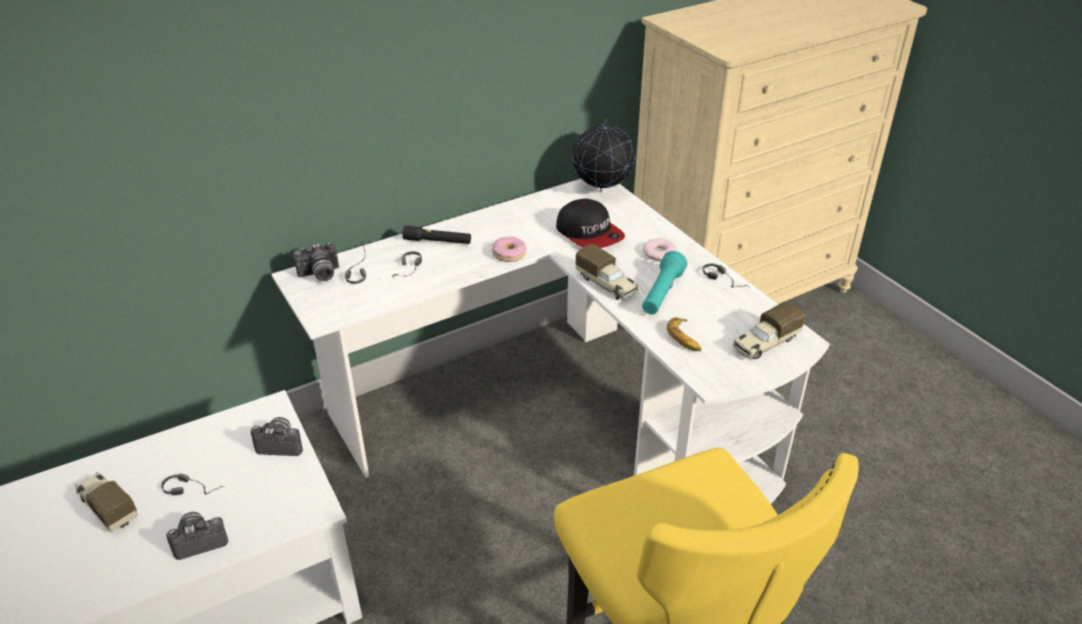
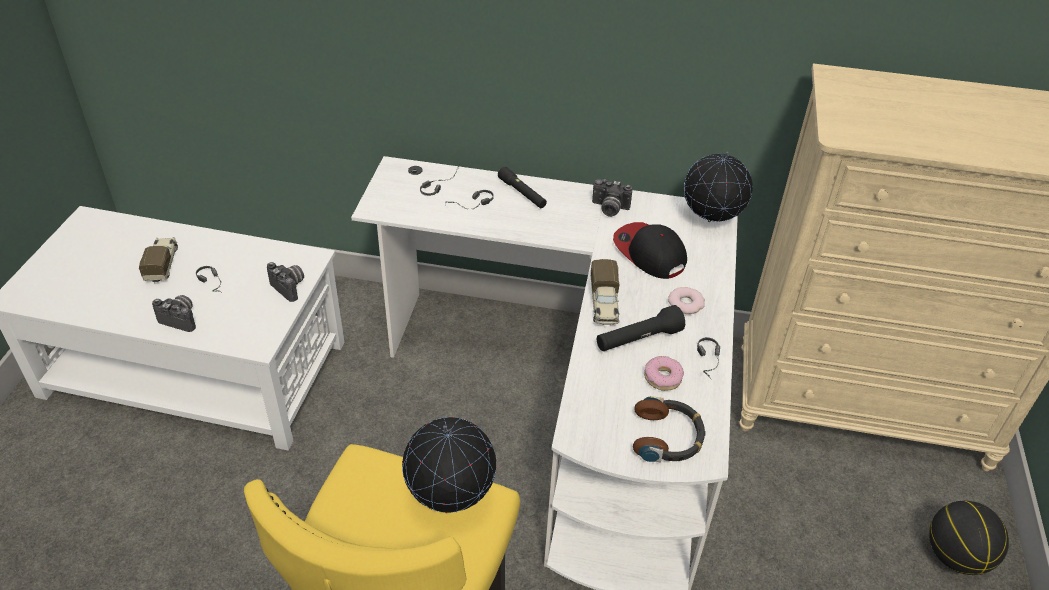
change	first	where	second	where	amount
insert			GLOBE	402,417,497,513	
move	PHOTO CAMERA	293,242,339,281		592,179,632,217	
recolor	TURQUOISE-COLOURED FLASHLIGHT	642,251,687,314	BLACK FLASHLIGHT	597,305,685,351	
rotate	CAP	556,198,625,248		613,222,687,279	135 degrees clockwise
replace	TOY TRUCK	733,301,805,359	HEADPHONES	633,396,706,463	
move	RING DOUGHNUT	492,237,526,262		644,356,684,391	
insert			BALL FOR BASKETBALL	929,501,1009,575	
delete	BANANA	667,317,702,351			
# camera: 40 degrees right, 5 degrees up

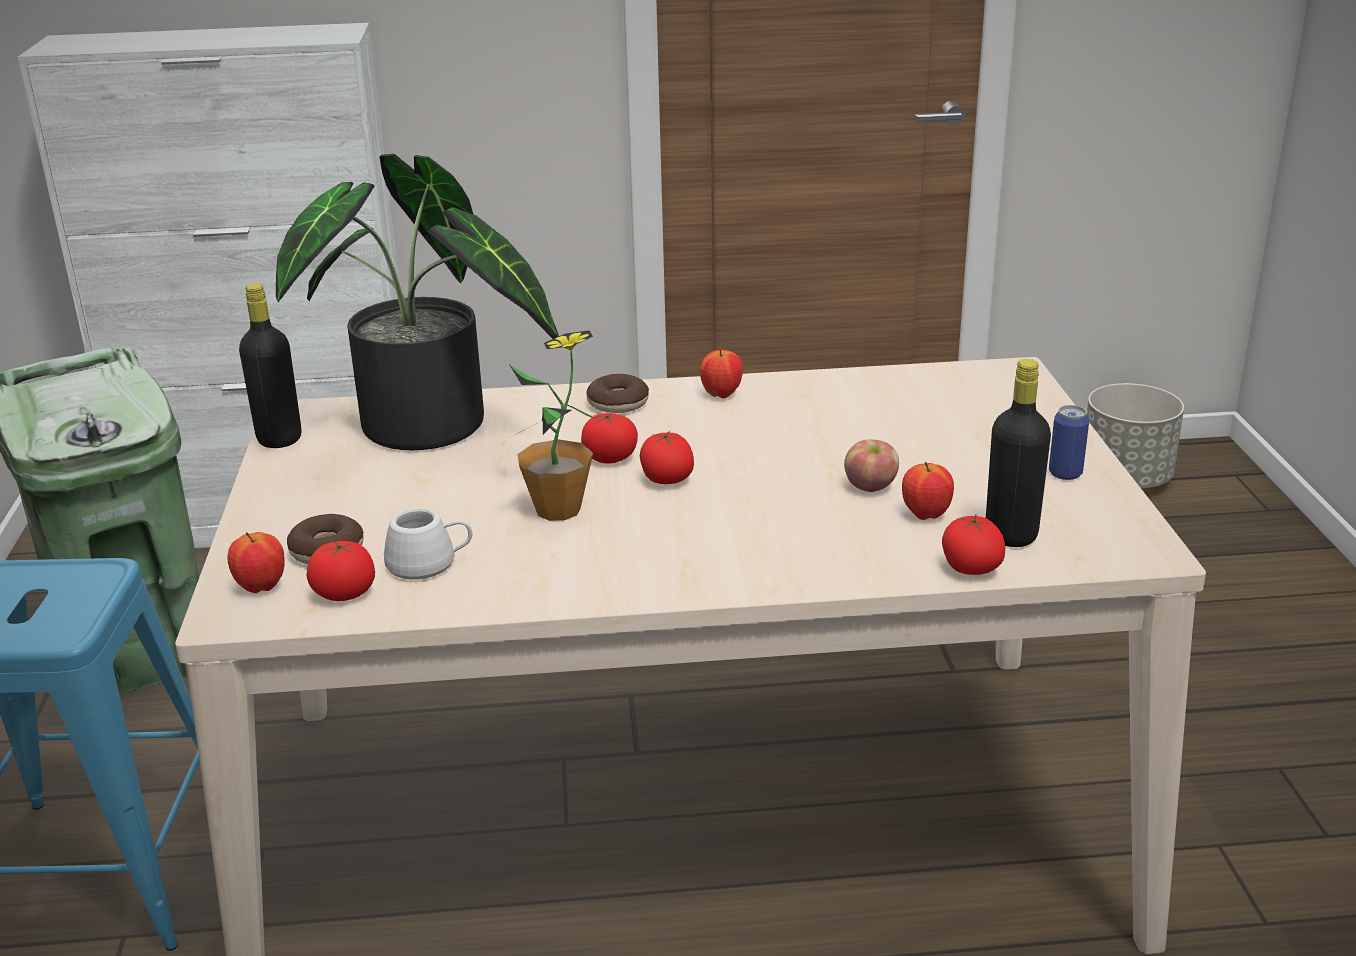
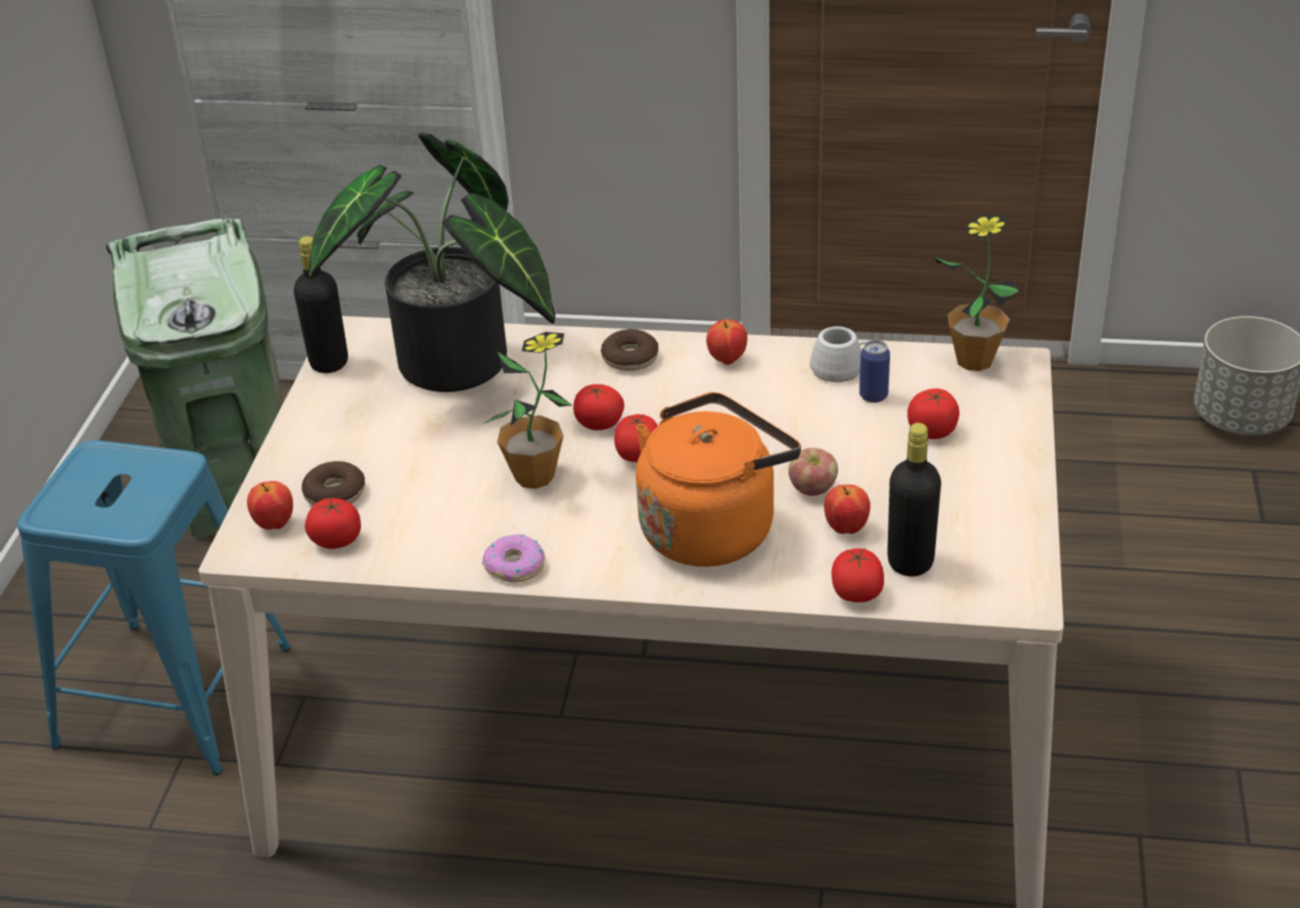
change	first	where	second	where	amount
insert			RING DOUGHNUT	482,534,545,582	
insert			ORANGE-COLOURED KETTLE	636,392,801,567	
move	WHITE COFFEE MUG	384,508,473,580		810,326,870,382	
move	CAN	1049,405,1089,480		859,340,890,403	
insert			FRESH TOMATO	907,388,960,439	
insert			HOUSEPLANT	933,213,1019,371	
# camera: 15 degrees right, 10 degrees up

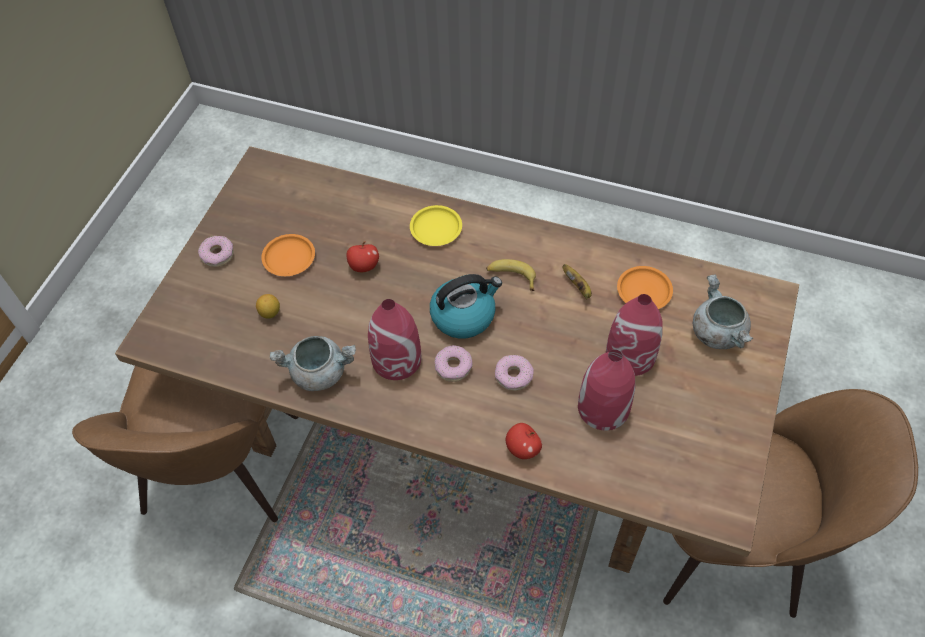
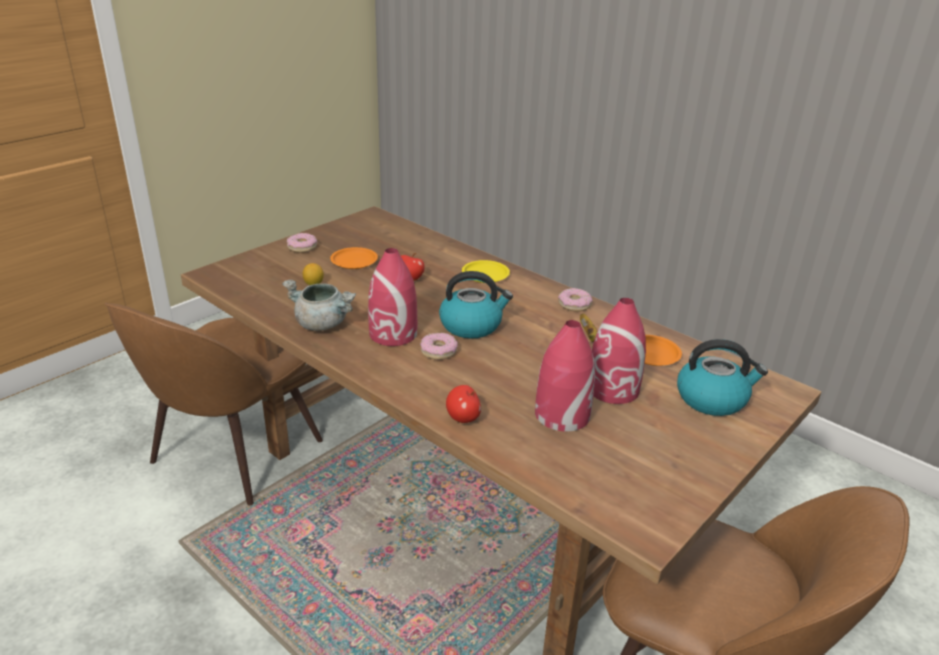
change	first	where	second	where	amount
move	RING DOUGHNUT	495,355,534,391		558,288,593,311	
replace	GREYISH STOCKPOT	693,275,754,349	KETTLE	677,339,768,416	
delete	BANANA	486,259,536,291			
# camera: 20 degrees right, 25 degrees down

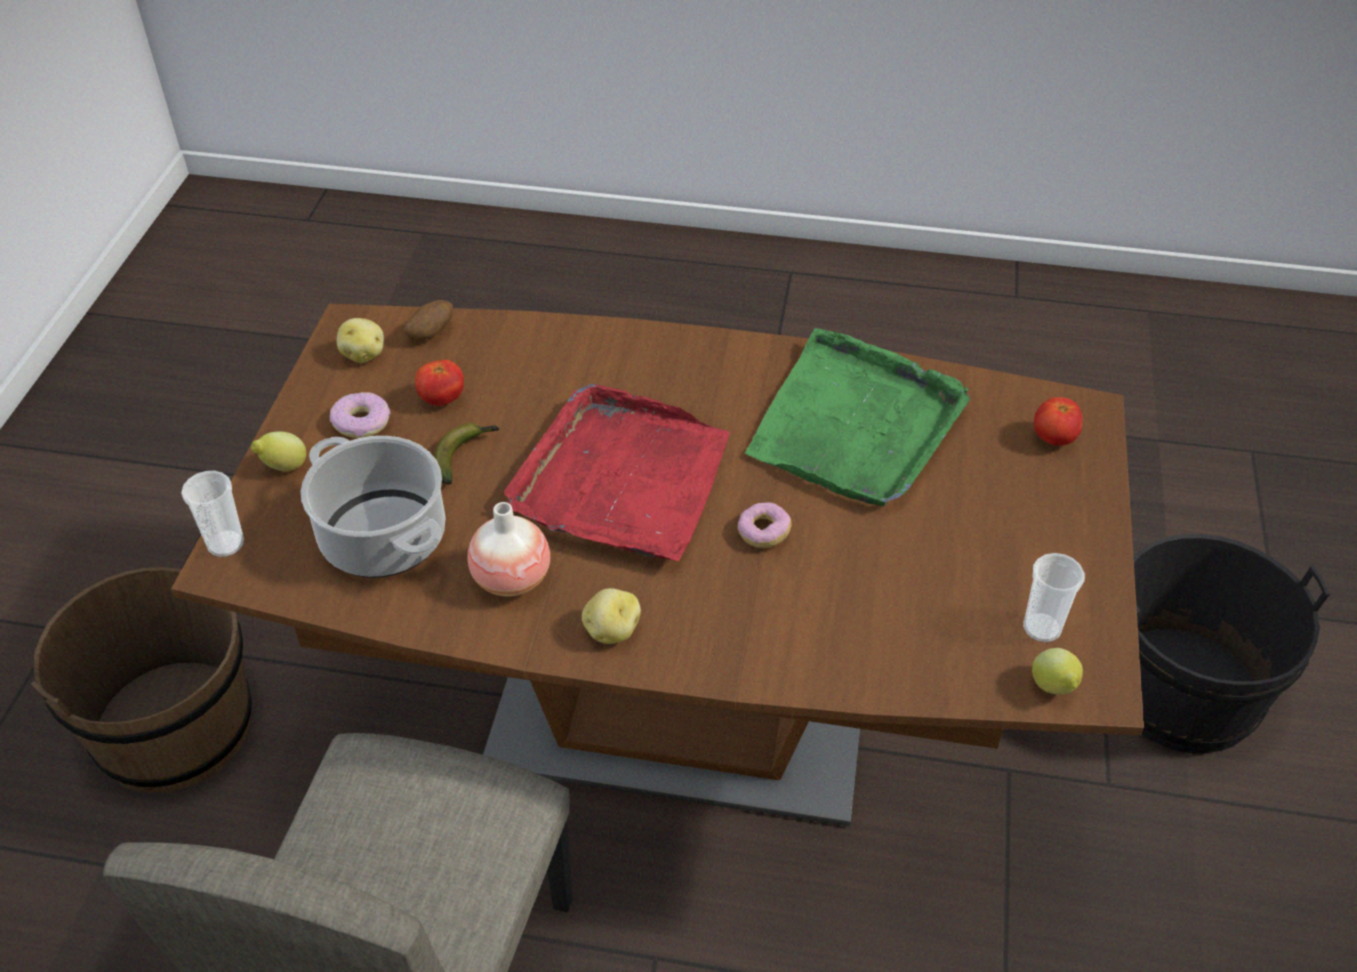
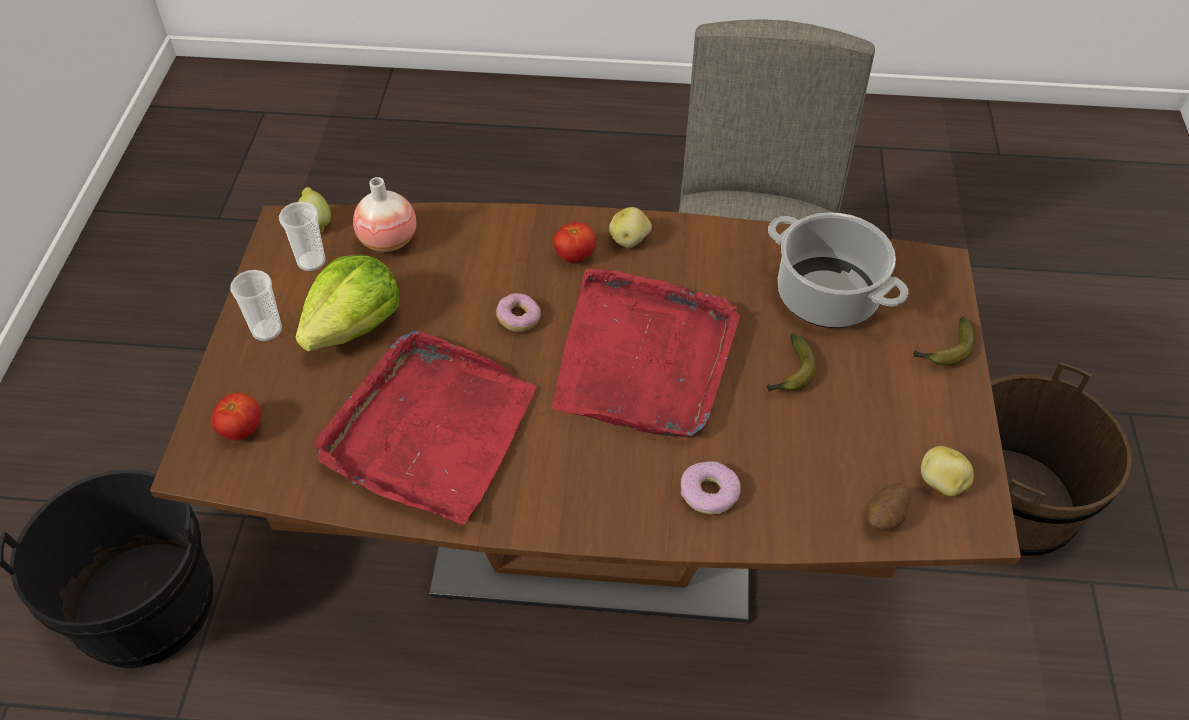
change	first	where	second	where	amount
move	CUP	181,471,244,557		230,270,282,341	
insert			LETTUCE HEAD	295,254,399,352	
recolor	GREENISH SERVING TRAY	745,328,970,506	REDDISH SERVING TRAY	314,331,537,525	
move	FLOWER VASE	467,502,550,597		353,177,416,252	
move	FRESH TOMATO	415,360,464,406		554,223,596,262	
move	RING DOUGHNUT	330,392,390,438		681,461,741,514	
replace	WHOLE LEMON	251,431,306,471	BANANA	913,317,975,366	
# camera: 175 degrees right, 5 degrees up

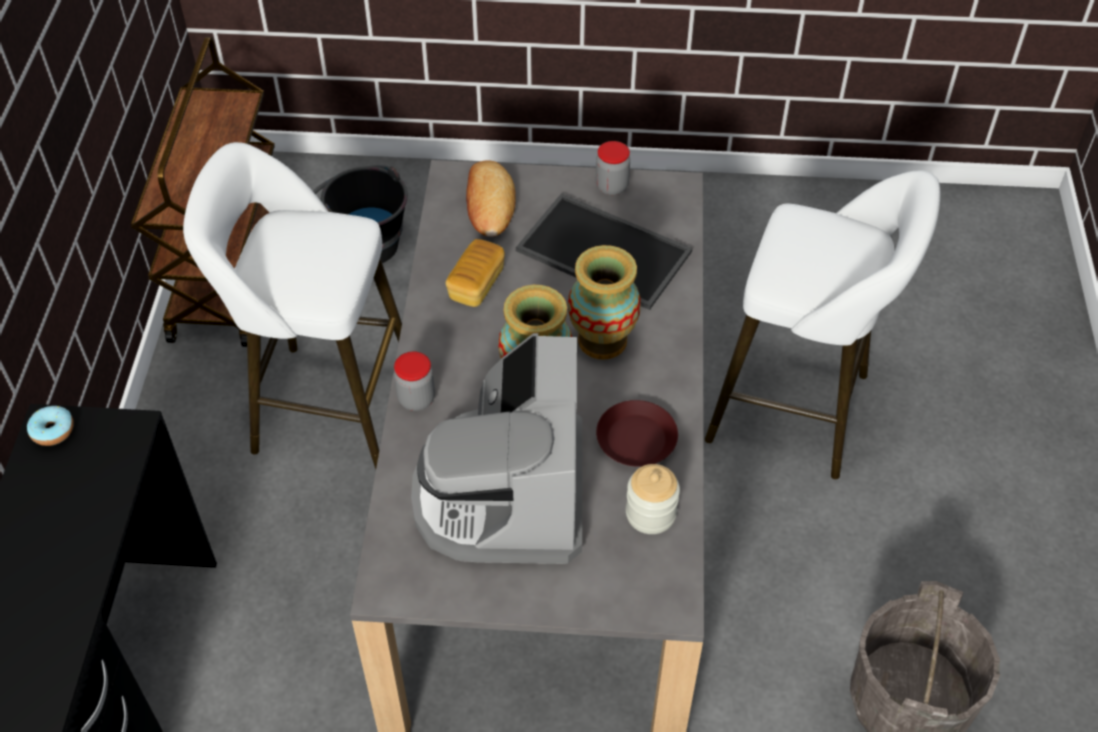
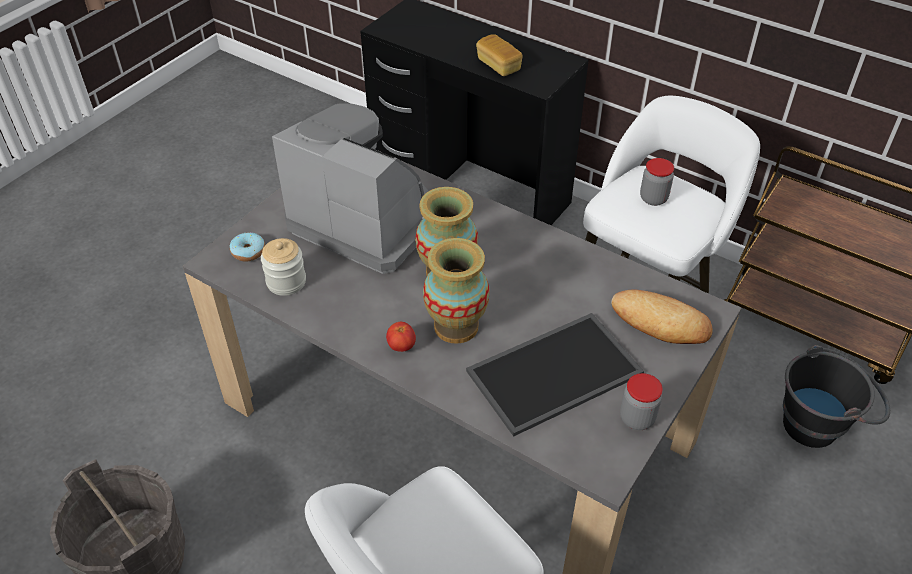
change	first	where	second	where	amount
move	RING DOUGHNUT	27,406,74,446		230,232,265,261	
insert			FRESH TOMATO	386,322,416,352	
move	BAKED BREAD	445,239,505,307		476,34,523,76	
move	PRESERVE JAR	394,352,435,411		640,158,674,206	
delete	BROWN-COLOURED FLAT DISH	596,400,678,467			
# camera: 120 degrees right, 5 degrees down

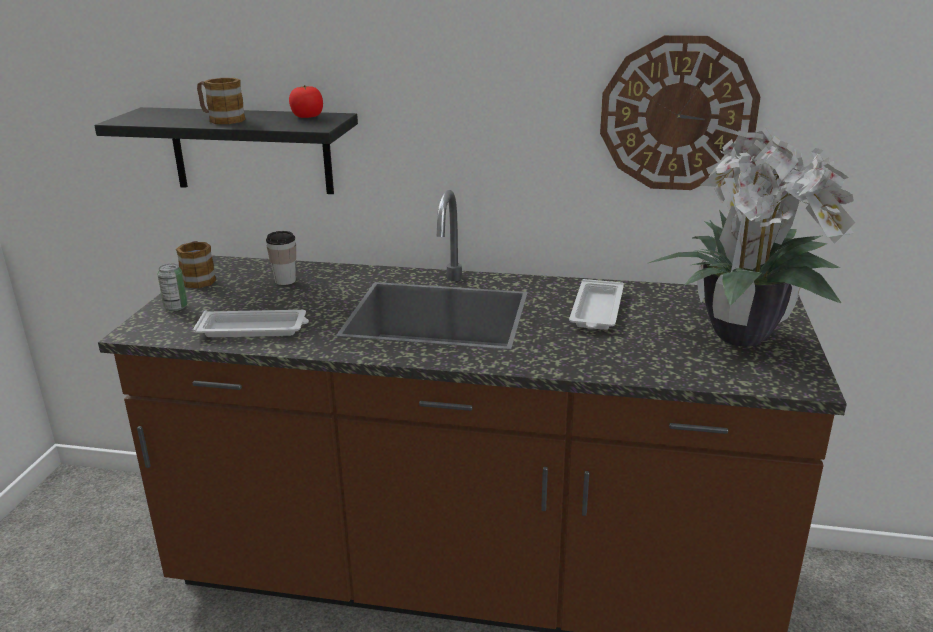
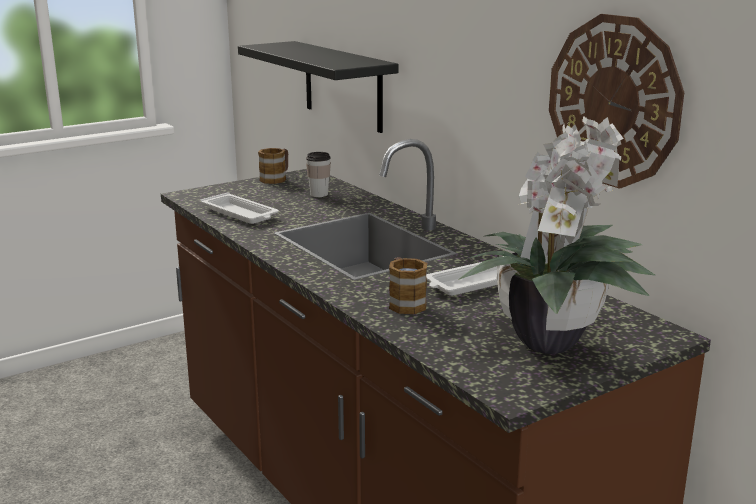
change	first	where	second	where	amount
move	COFFEE MUG	197,78,246,124		389,257,427,314	
delete	CAN	158,264,188,311			
delete	FRESH TOMATO	289,85,323,118			
# camera: 45 degrees right, 5 degrees down

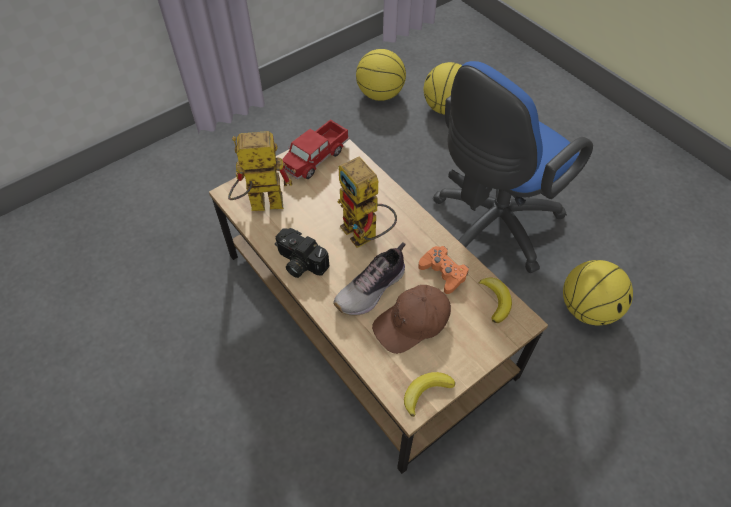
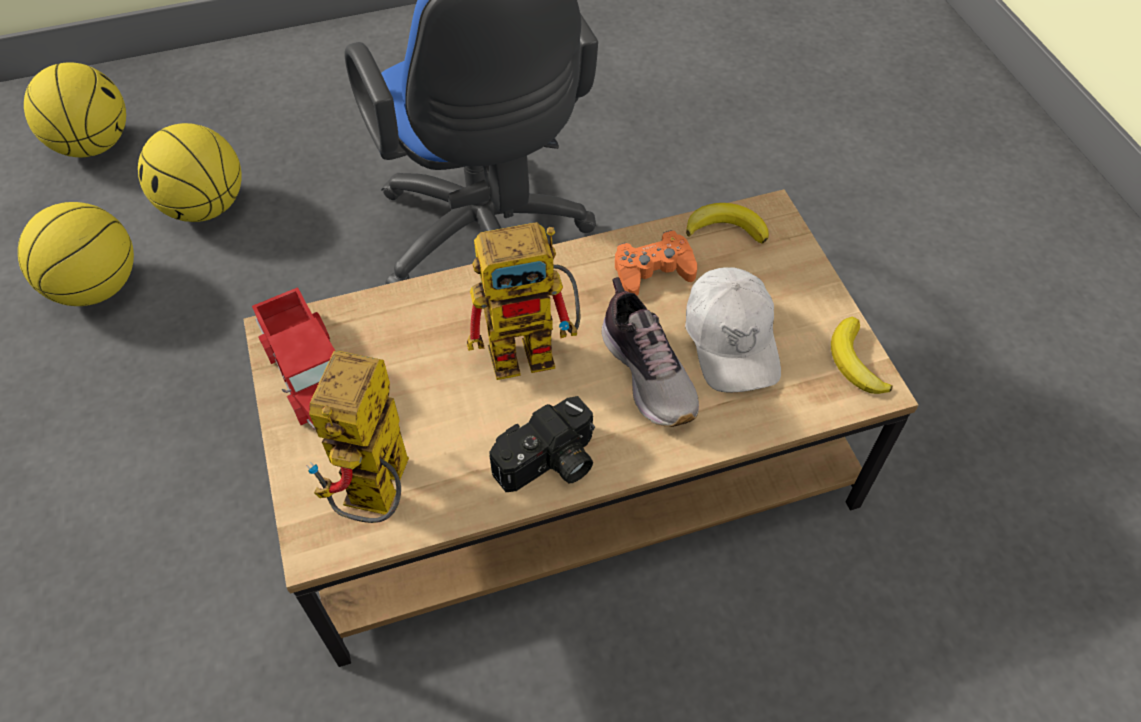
change	first	where	second	where	amount
move	BALL FOR BASKETBALL	563,260,633,325		24,62,126,157	
recolor	BROWN-COLOURED CAP	372,285,451,354	WHITE CAP	685,267,781,392	
# camera: 70 degrees left, 0 degrees up

